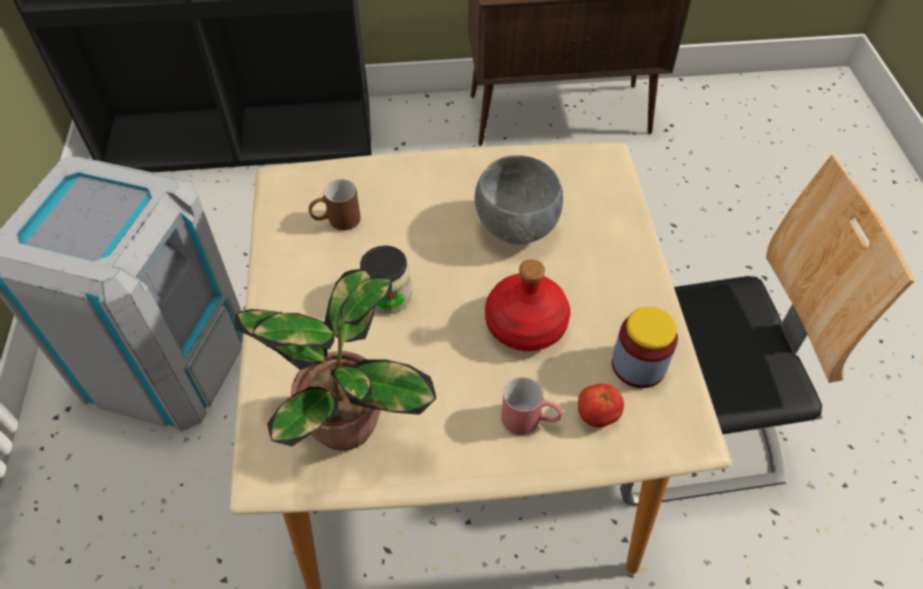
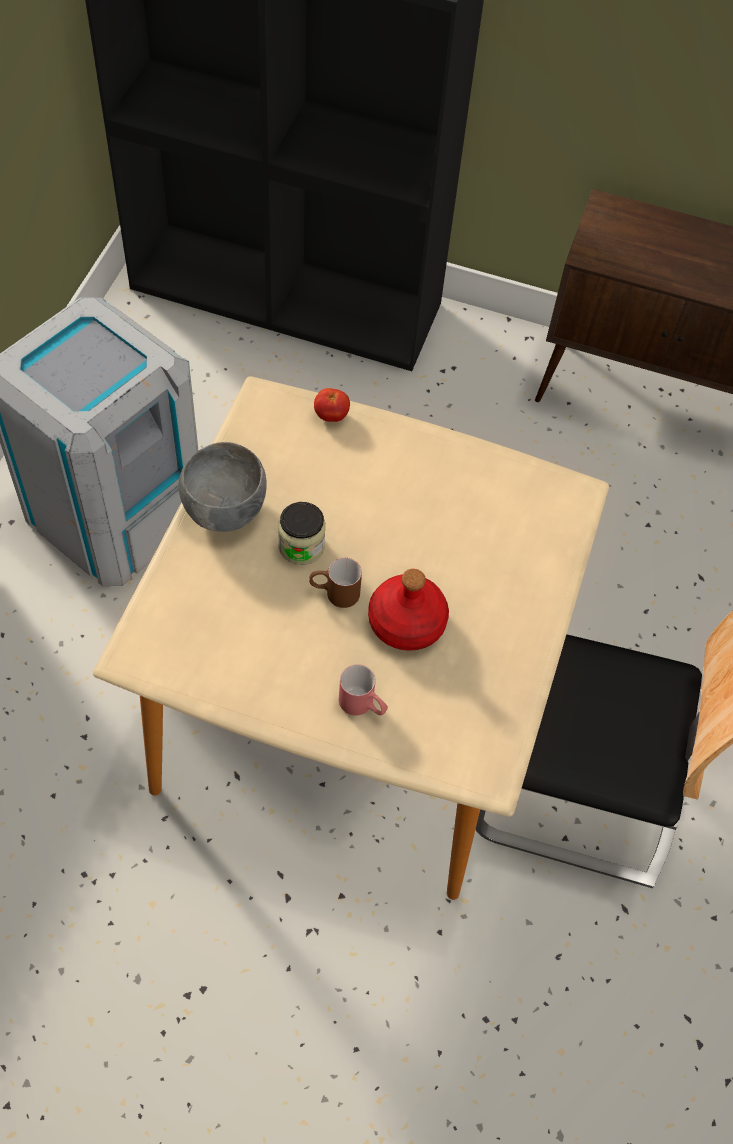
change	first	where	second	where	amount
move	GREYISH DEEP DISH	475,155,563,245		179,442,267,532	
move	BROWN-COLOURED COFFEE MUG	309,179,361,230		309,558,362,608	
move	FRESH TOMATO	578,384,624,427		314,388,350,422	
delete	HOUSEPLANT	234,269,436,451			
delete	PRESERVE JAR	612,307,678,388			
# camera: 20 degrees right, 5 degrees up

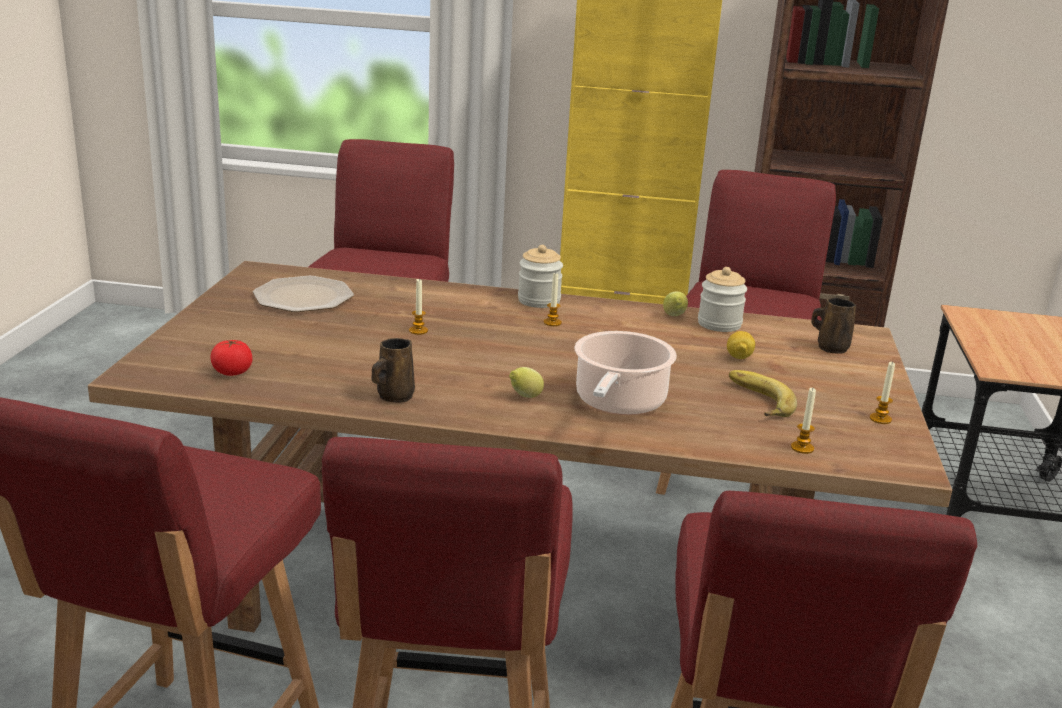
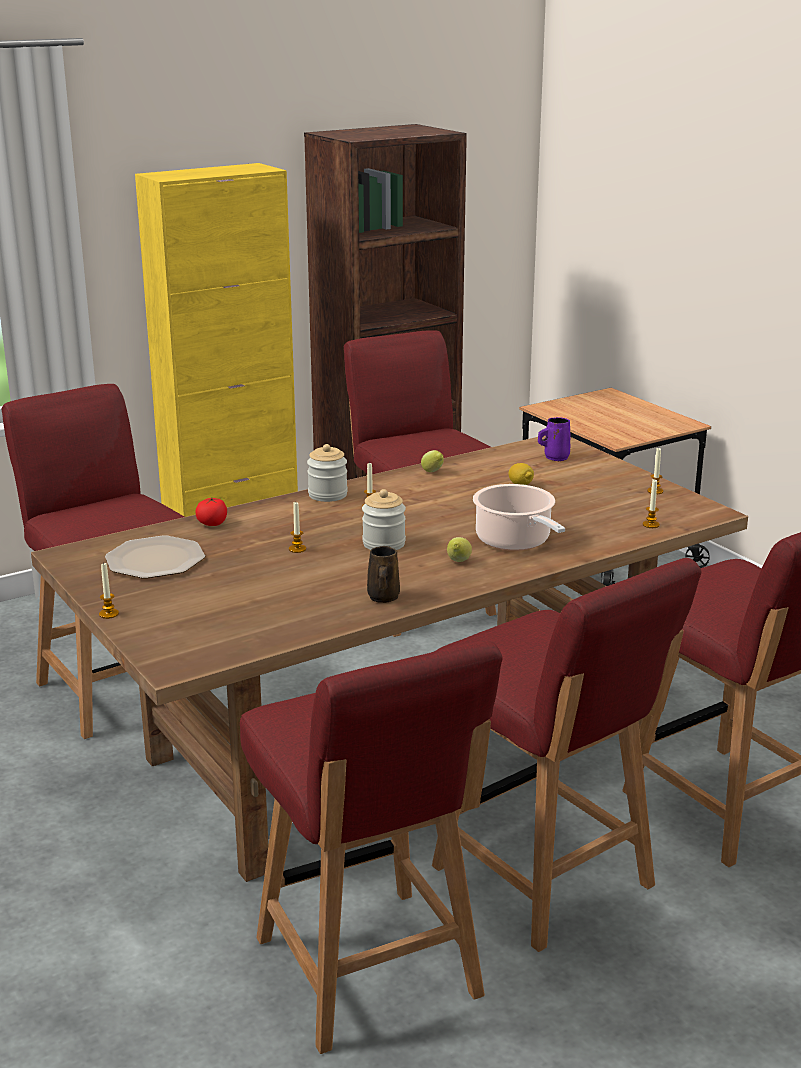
change	first	where	second	where	amount
insert			CANDLE	99,562,119,619	
move	FRESH TOMATO	210,340,253,376		195,498,227,526	
move	PRESERVE JAR	698,267,747,332		362,489,406,550	
recolor	BROWN-COLOURED COFFEE MUG	811,297,856,354	PURPLE COFFEE MUG	538,417,571,461	
delete	BANANA	729,370,797,417			
# camera: 40 degrees left, 0 degrees up

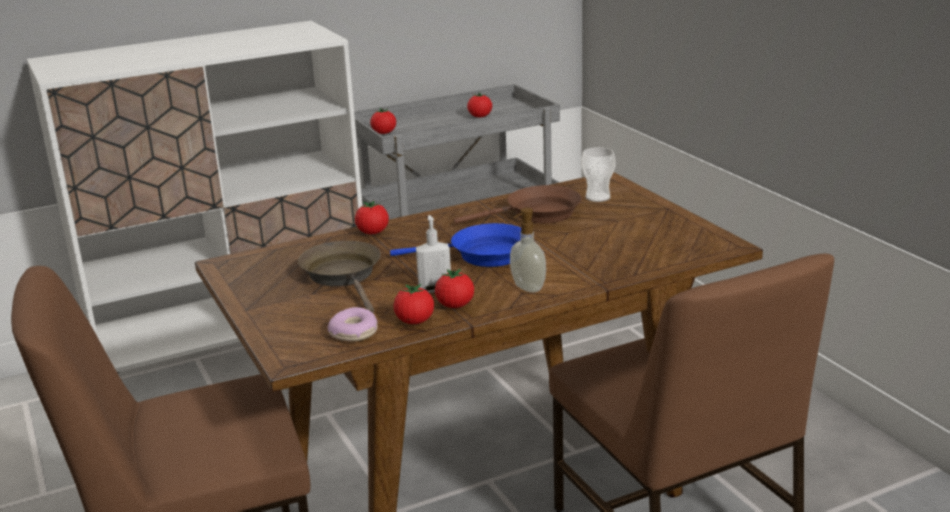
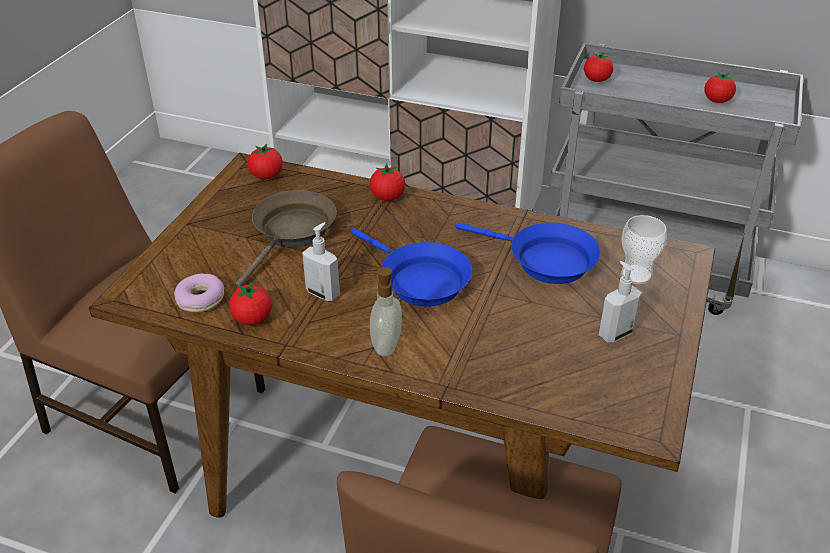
change	first	where	second	where	amount
move	FRESH TOMATO	435,268,474,308		248,143,283,179	
recolor	BROWN-COLOURED PAN	454,185,582,224	BLUISH PAN	455,223,600,284	
insert			LIQUID SOAP BOTTLE	599,261,642,342	
# camera: 45 degrees right, 15 degrees up

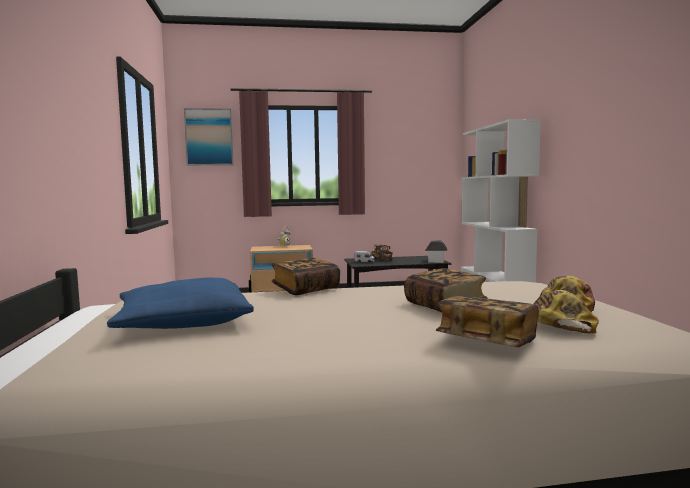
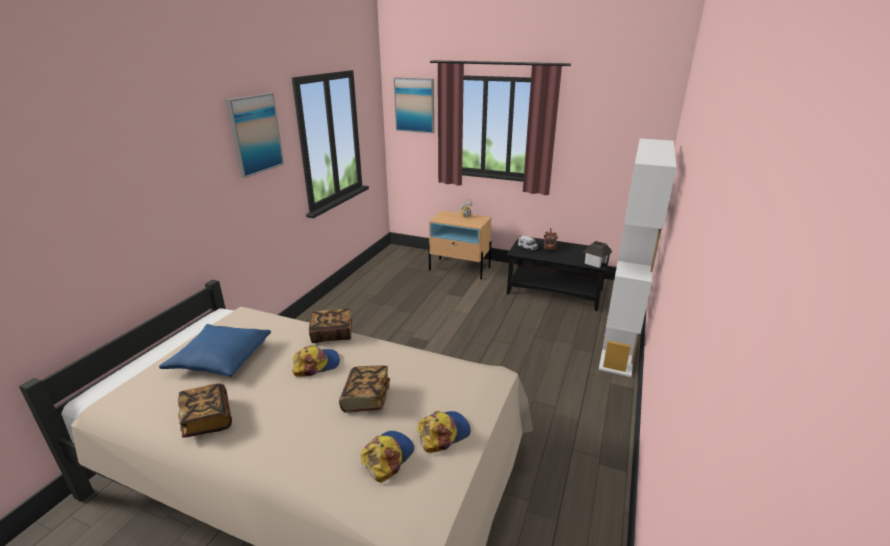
change	first	where	second	where	amount
move	BOOK	436,296,539,347		178,383,232,438	
insert			PICTURE	226,93,284,178	
insert			CAP	292,345,340,377	
# camera: 30 degrees right, 20 degrees up

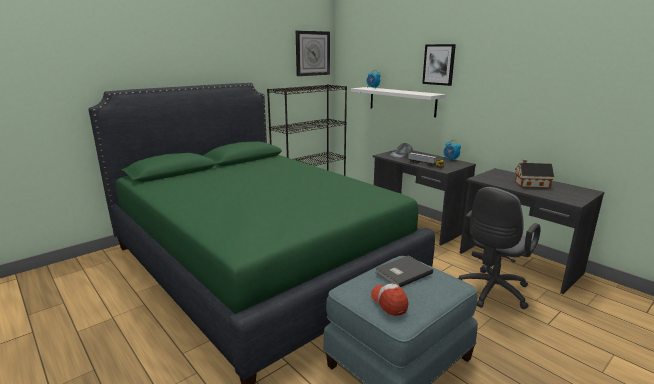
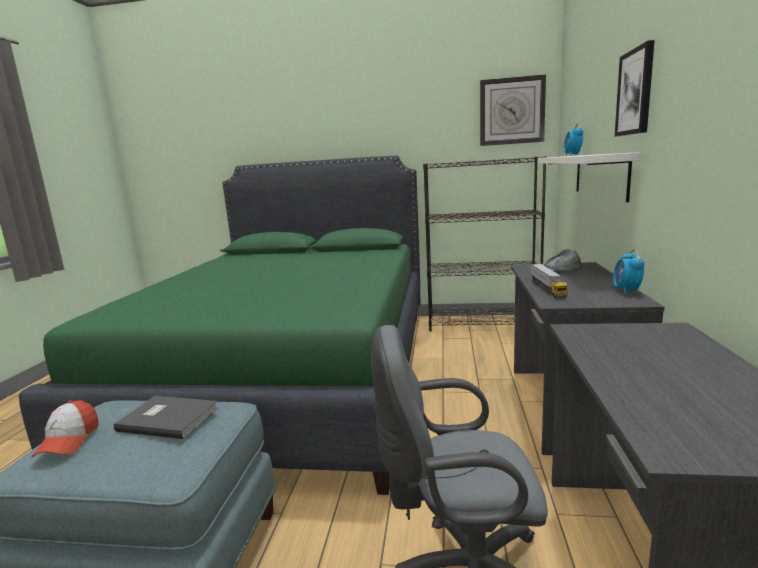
change	first	where	second	where	amount
rotate	CAP	371,283,408,316		32,401,99,457	150 degrees clockwise
delete	TOY HOUSE	515,160,554,188			
# camera: 50 degrees right, 5 degrees down

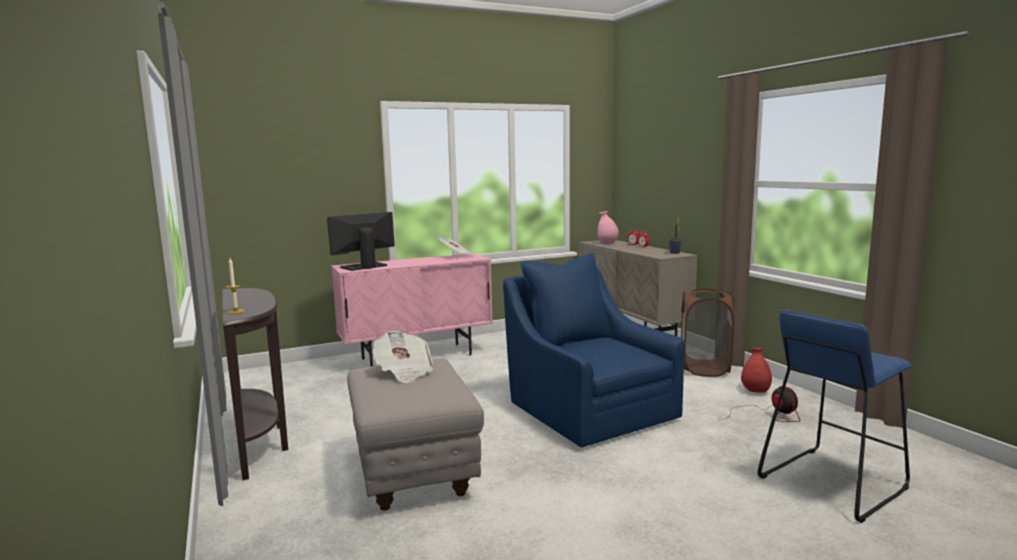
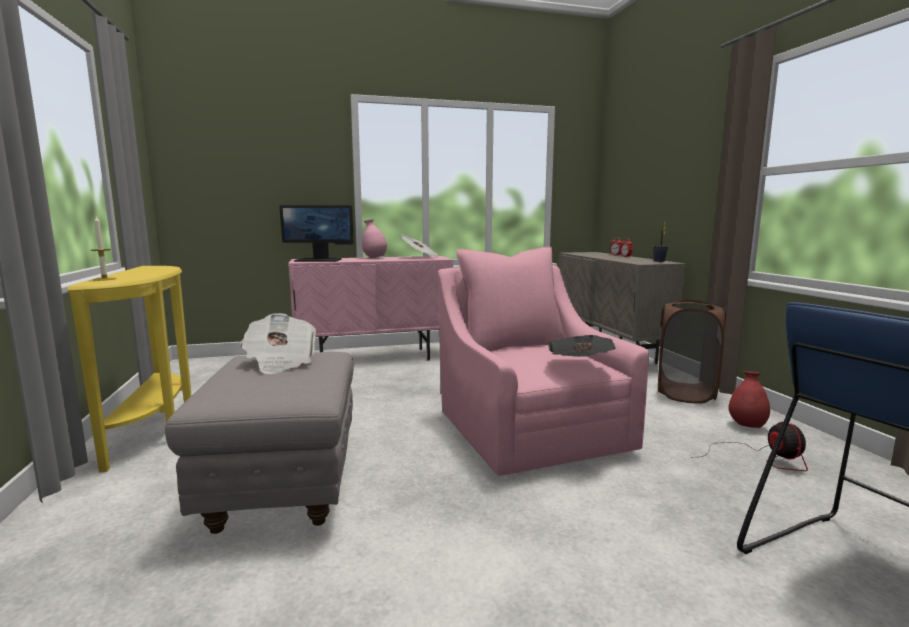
change	first	where	second	where	amount
recolor	BROWN-COLOURED CONSOLE TABLE	222,288,288,481	YELLOW CONSOLE TABLE	67,266,192,472	
rotate	MONITOR	327,212,395,271		279,205,354,262	150 degrees counterclockwise
move	PINK-COLOURED FLOWER VASE	598,211,619,244		362,219,387,258	
recolor	BLUISH EASY CHAIR	503,253,684,447	PINK-COLOURED EASY CHAIR	437,247,649,476	
insert			DAILY PAPER	547,335,616,357	
# camera: 10 degrees right, 0 degrees up

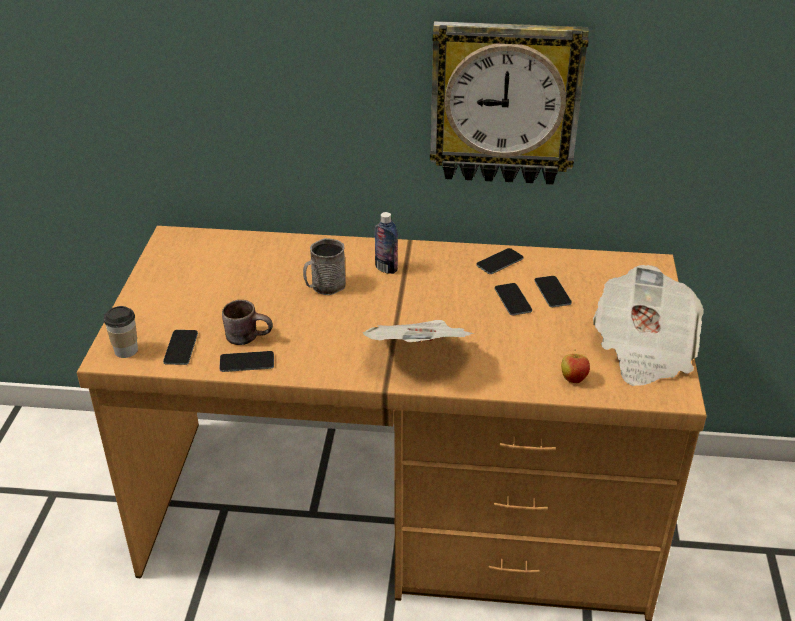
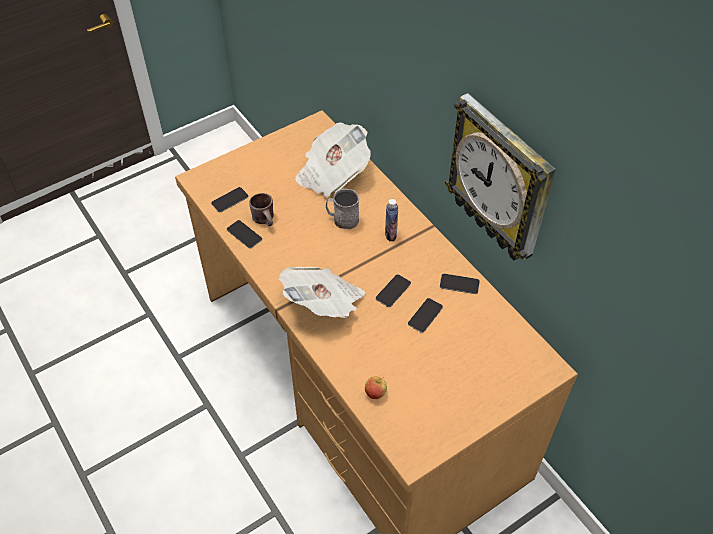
change	first	where	second	where	amount
move	DAILY PAPER	593,265,704,386		295,122,371,197	
move	HANDSET	534,276,572,307		376,274,411,307	
delete	CUP	104,306,138,358			
# camera: 50 degrees right, 15 degrees up

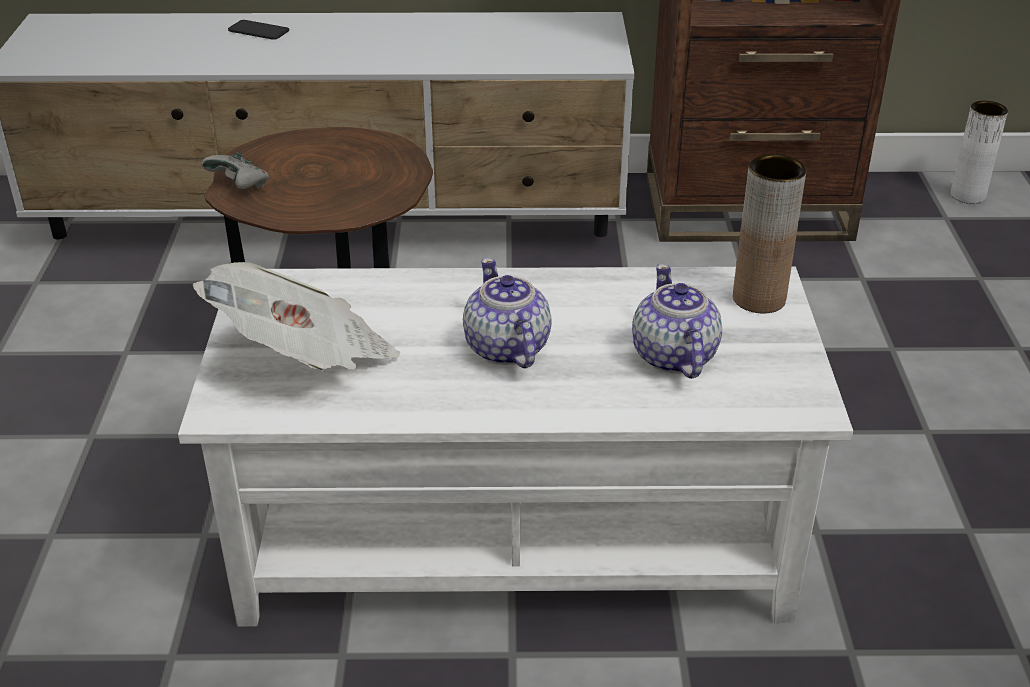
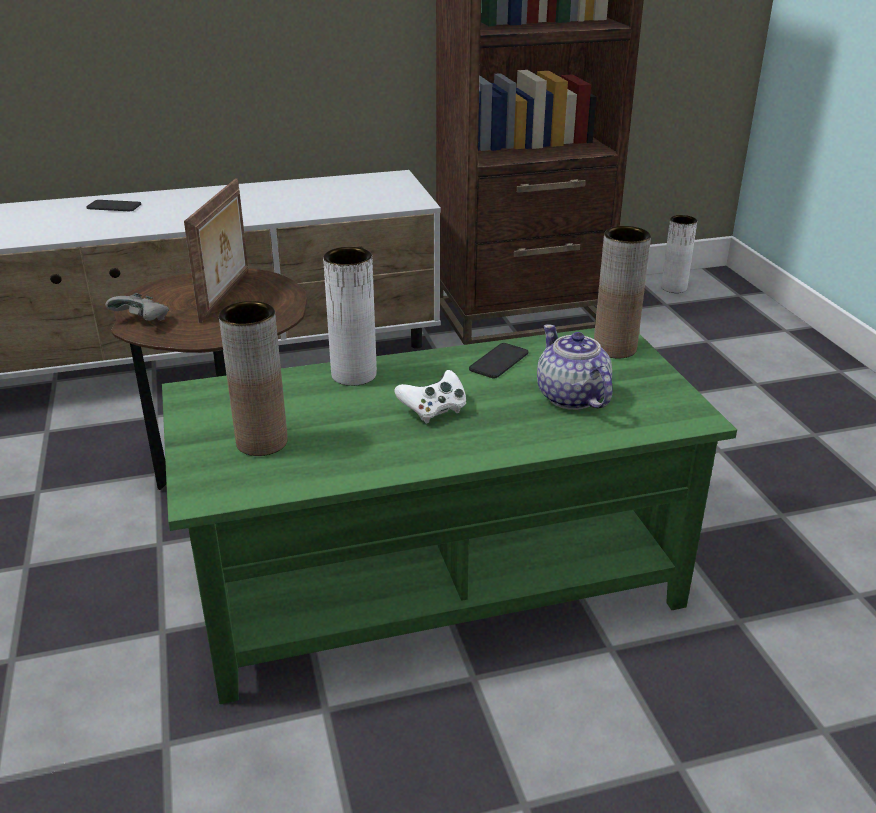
change	first	where	second	where	amount
recolor	WHITE LOW TABLE	178,266,853,627	GREENISH LOW TABLE	162,328,737,704	
insert			PICTURE FRAME	184,178,248,323	
replace	DAILY PAPER	193,262,400,370	BROWN-COLOURED FLOWER VASE	219,301,288,456	
insert			WHITE FLOWER VASE	323,247,377,386	
replace	TEAPOT	463,258,552,368	WHITE GAME CONTROLLER	395,370,466,424	
insert			HANDSET	469,343,528,378	
# camera: 15 degrees left, 5 degrees down

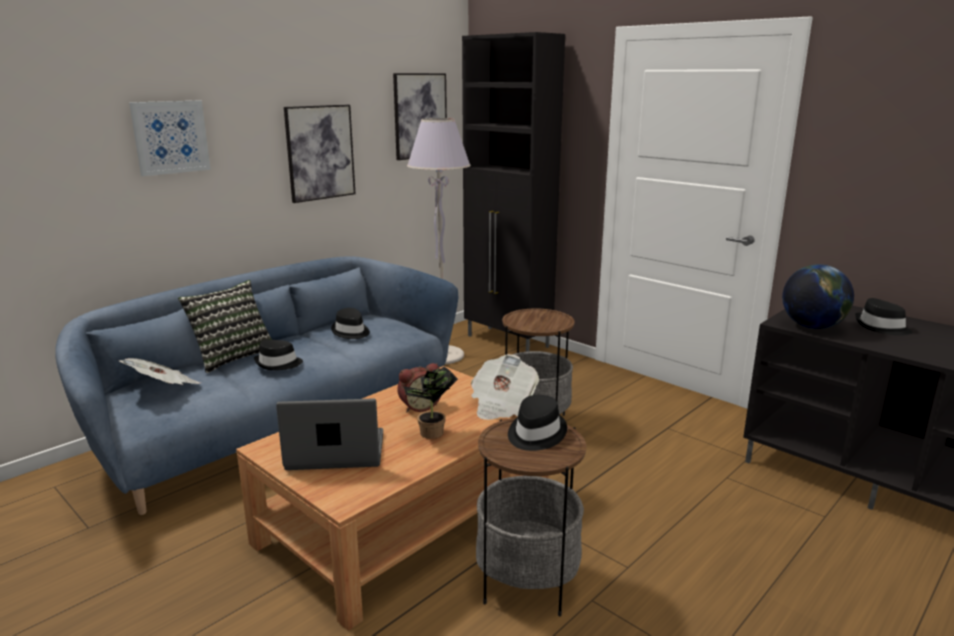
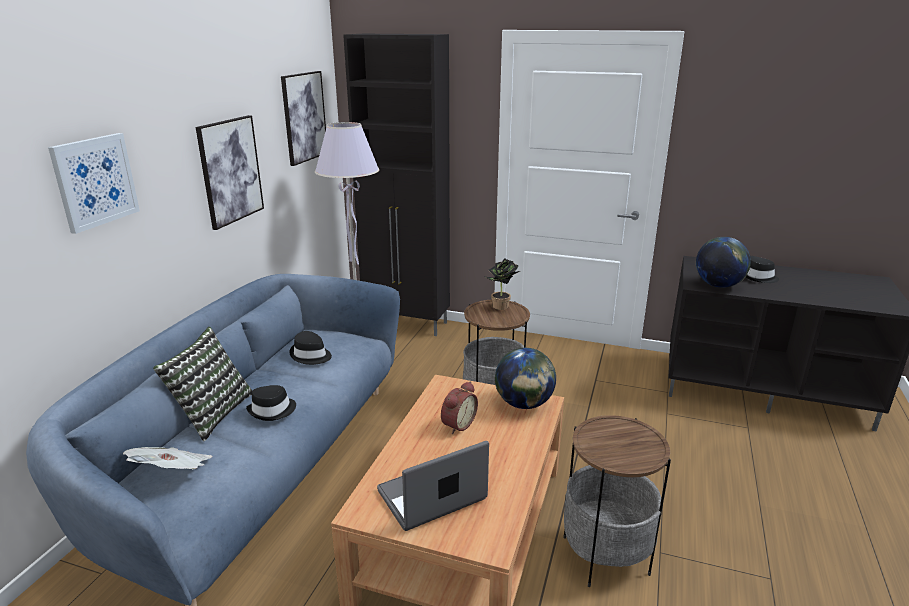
change	first	where	second	where	amount
move	HOUSEPLANT	403,366,458,439		486,259,520,310	
replace	DAILY PAPER	471,354,539,420	GLOBE	495,348,556,409	
delete	BLACK HAT	508,395,567,451			
# camera: 25 degrees left, 5 degrees up

